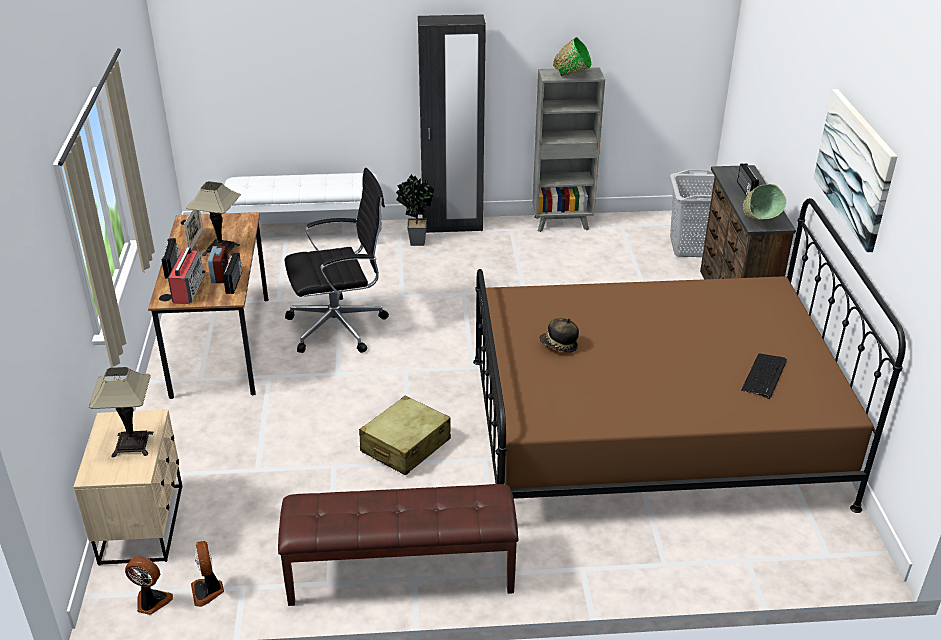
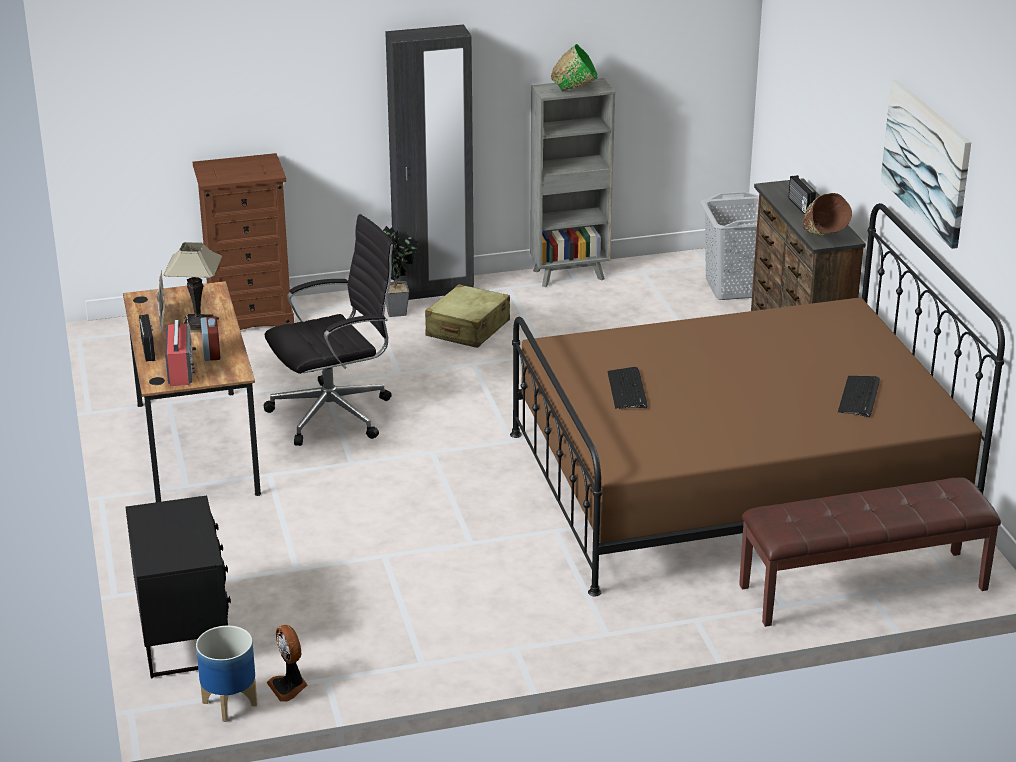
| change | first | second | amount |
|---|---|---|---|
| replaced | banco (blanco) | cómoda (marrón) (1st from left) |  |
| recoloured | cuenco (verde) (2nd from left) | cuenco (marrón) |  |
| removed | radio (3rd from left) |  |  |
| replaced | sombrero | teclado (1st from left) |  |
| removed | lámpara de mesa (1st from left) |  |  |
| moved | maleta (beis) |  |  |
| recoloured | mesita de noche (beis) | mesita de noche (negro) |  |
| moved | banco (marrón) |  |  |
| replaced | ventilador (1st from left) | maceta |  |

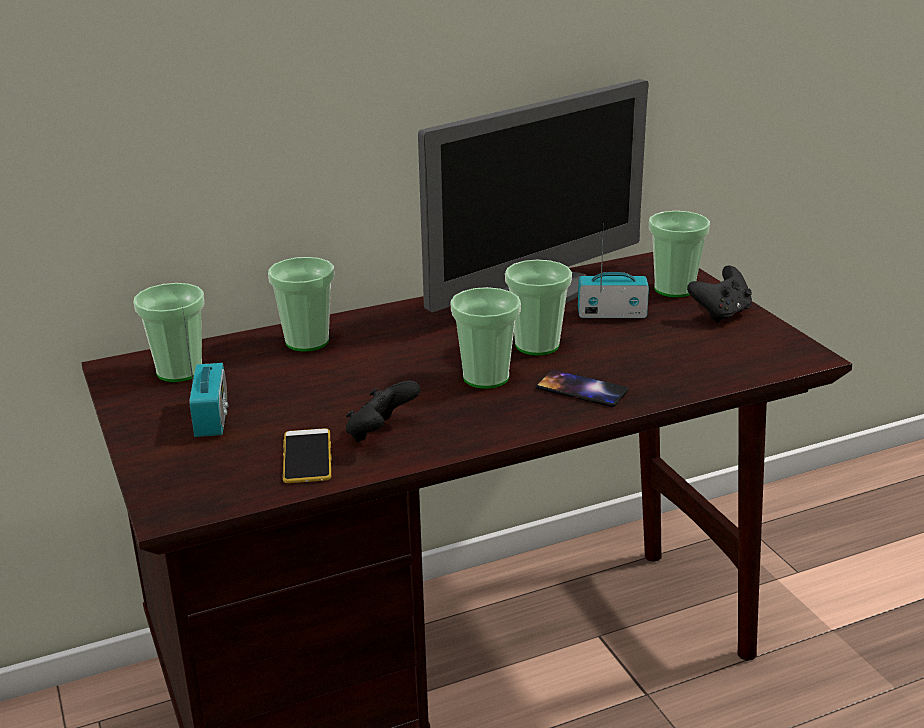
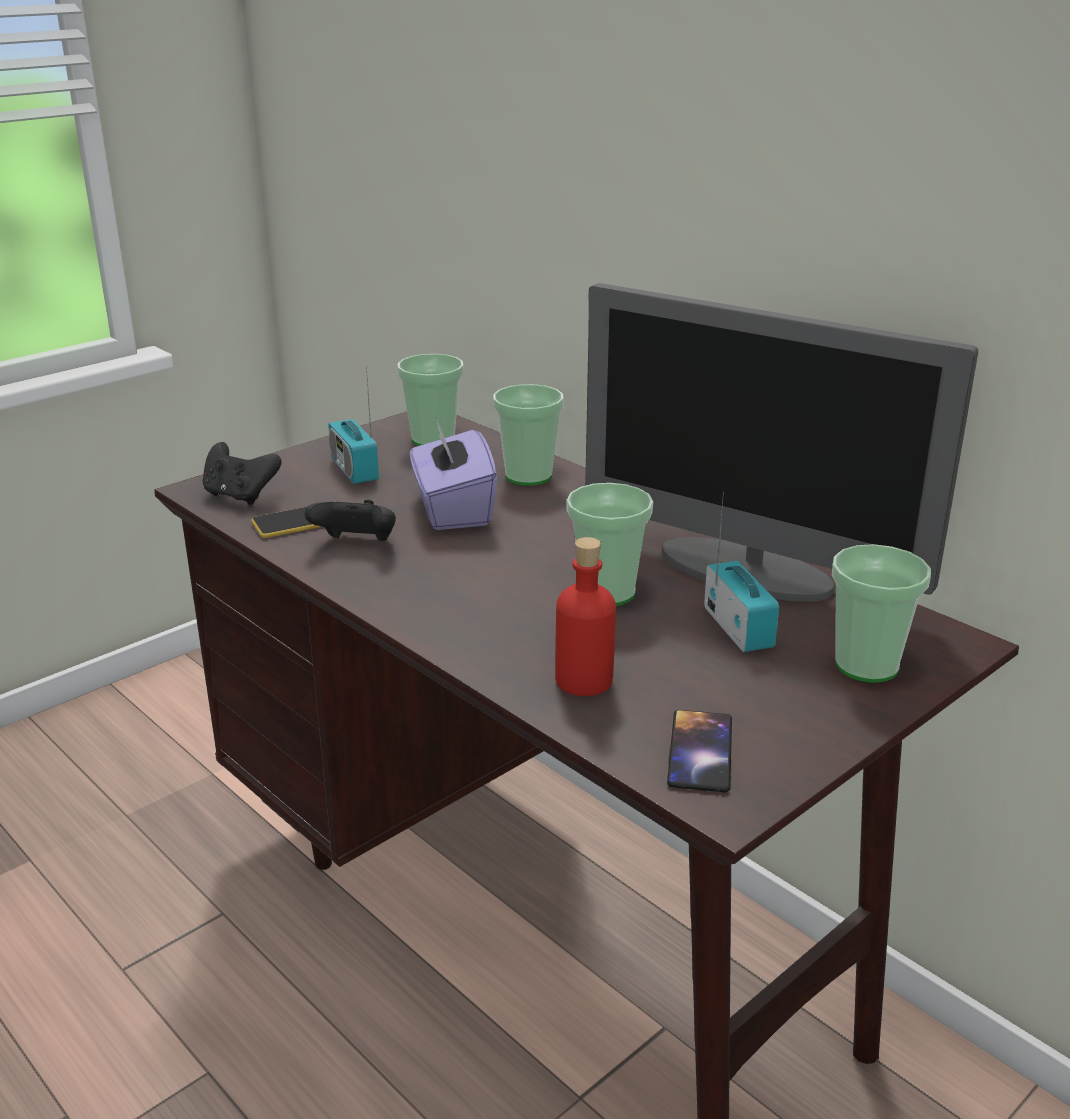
| change | first | second | amount |
|---|---|---|---|
| moved | mando de consola (negro) (2nd from left in the first image) | mando de consola (negro) (1st from left) |  |
| removed | taza (3rd from left) |  |  |
| turned | radio (1st from left) |  | 90 degrees clockwise |
| moved | móvil (2nd from left) |  |  |
| added |  | caja de pañuelos (morado) |  |
| added |  | botella (rojo) |  |

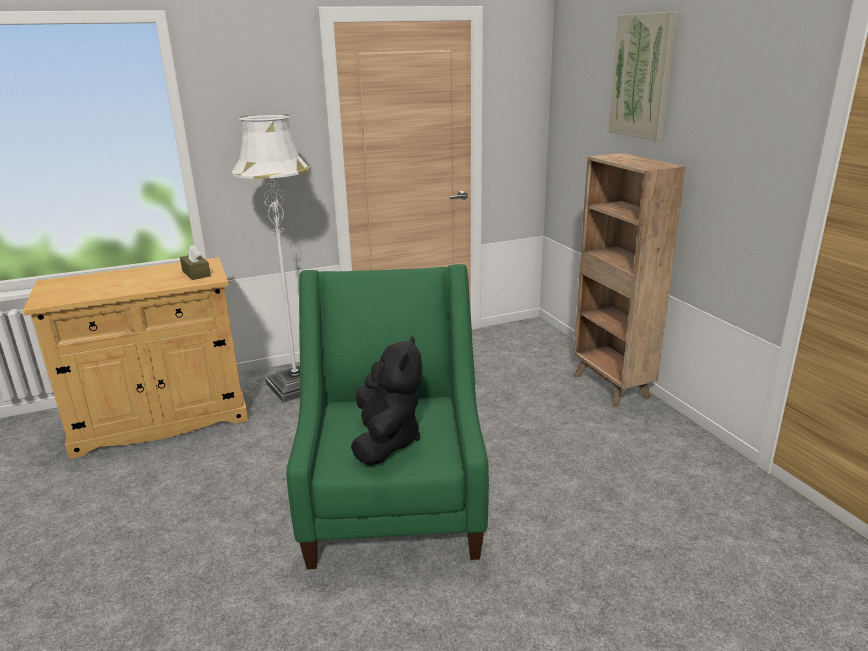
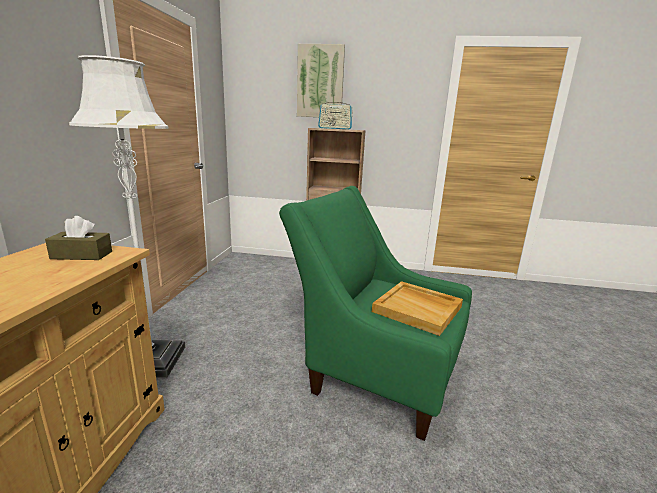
| change | first | second | amount |
|---|---|---|---|
| replaced | peluche (negro) | bandeja (beis) |  |
| added |  | radio |  |

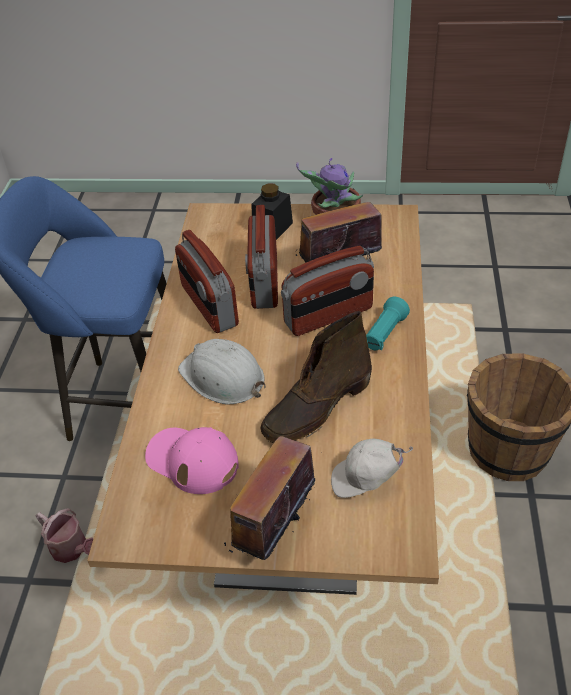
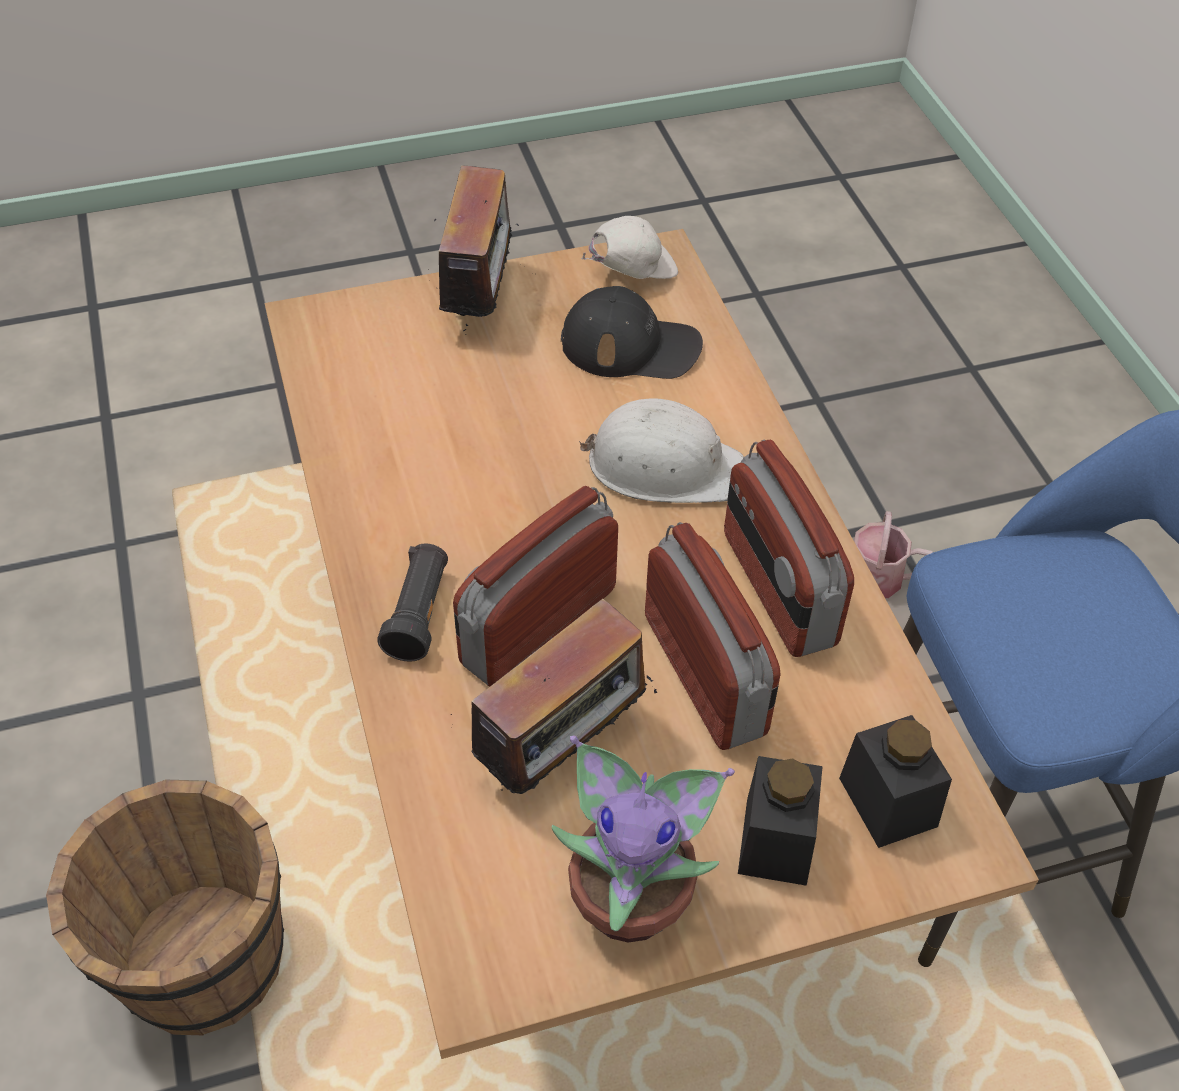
| change | first | second | amount |
|---|---|---|---|
| turned | radio (1st from left in the first image) | radio (5th from left) | 150 degrees counterclockwise |
| recoloured | linterna (turquesa) | linterna (negro) |  |
| removed | bota (marrón) |  |  |
| recoloured | gorra (rosa) | gorra (negro) |  |
| moved | gorra (blanco) |  |  |
| added |  | tarro (negro) (2nd from left) |  |

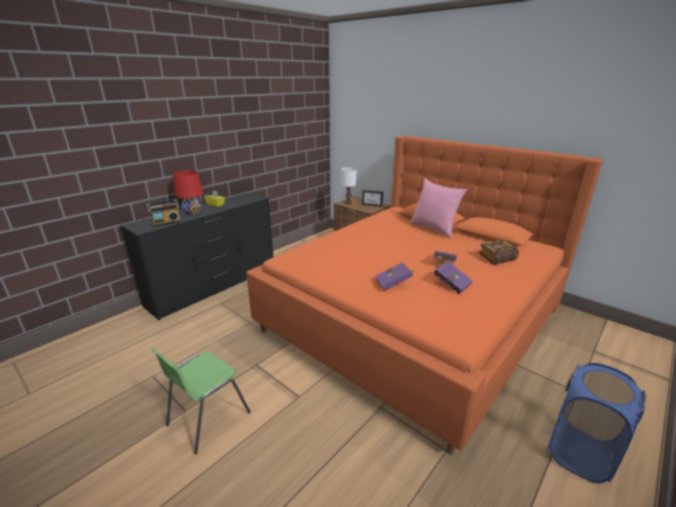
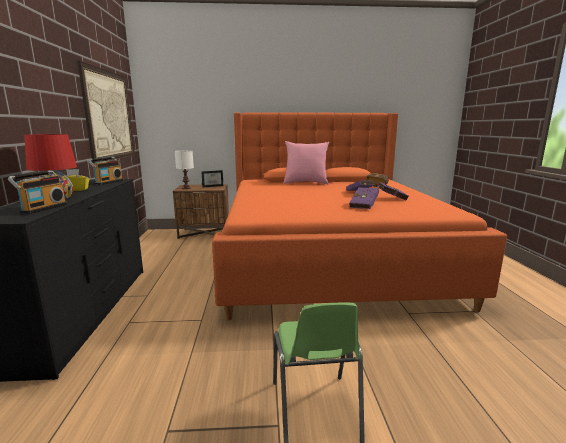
| change | first | second | amount |
|---|---|---|---|
| removed | cesto de la ropa (azul) |  |  |
| added |  | cuadro |  |
| added |  | radio (2nd from left) |  |

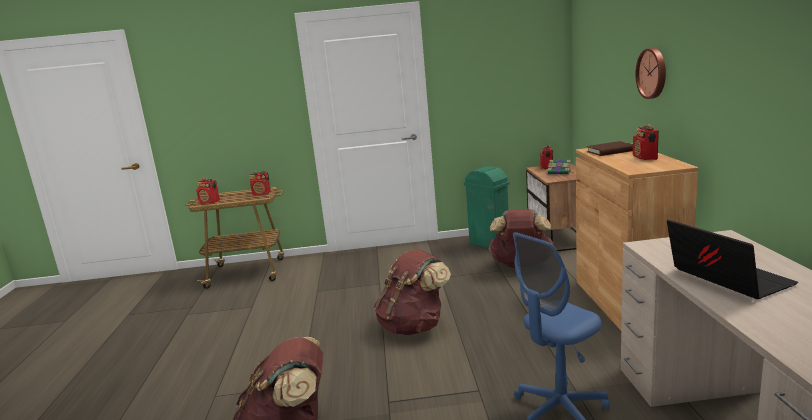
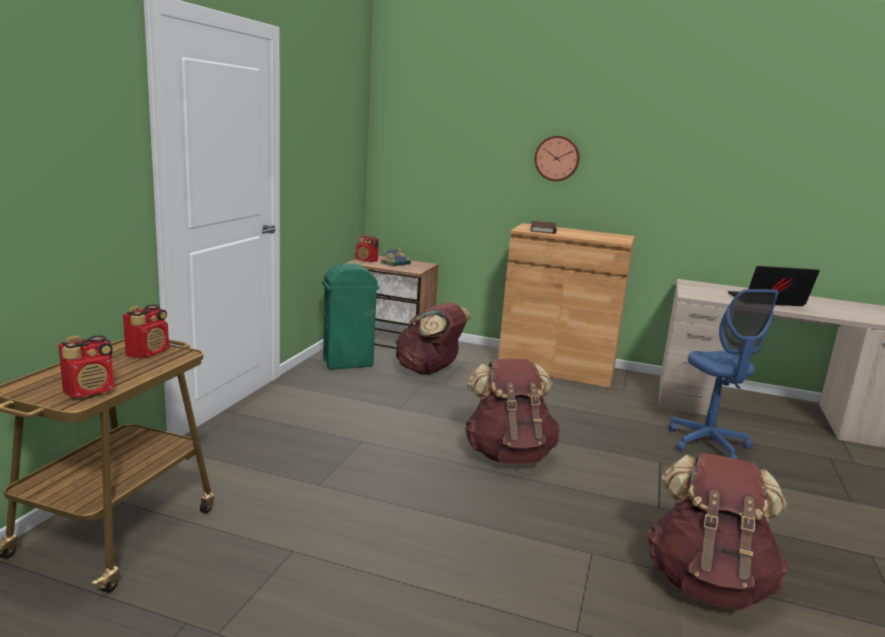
| change | first | second | amount |
|---|---|---|---|
| removed | radio (4th from left) |  |  |

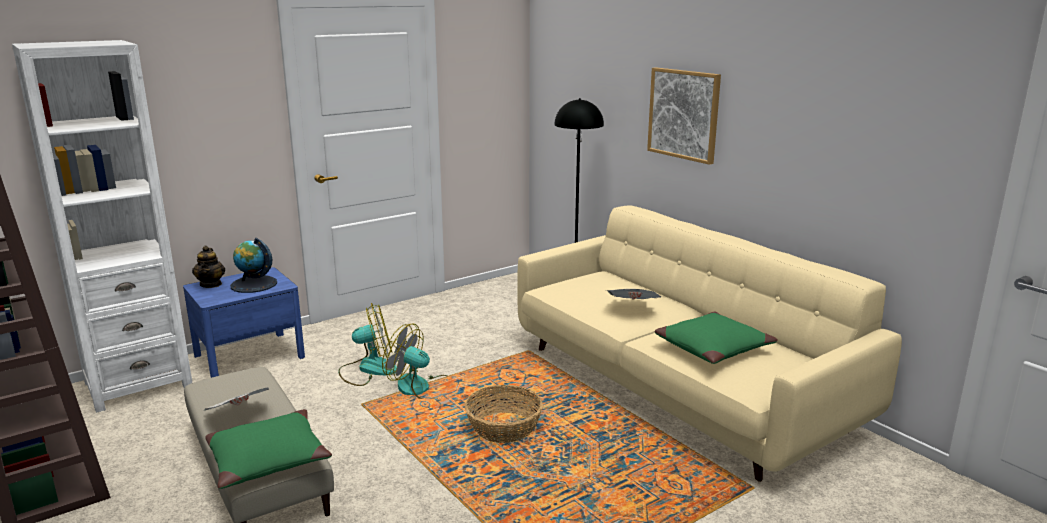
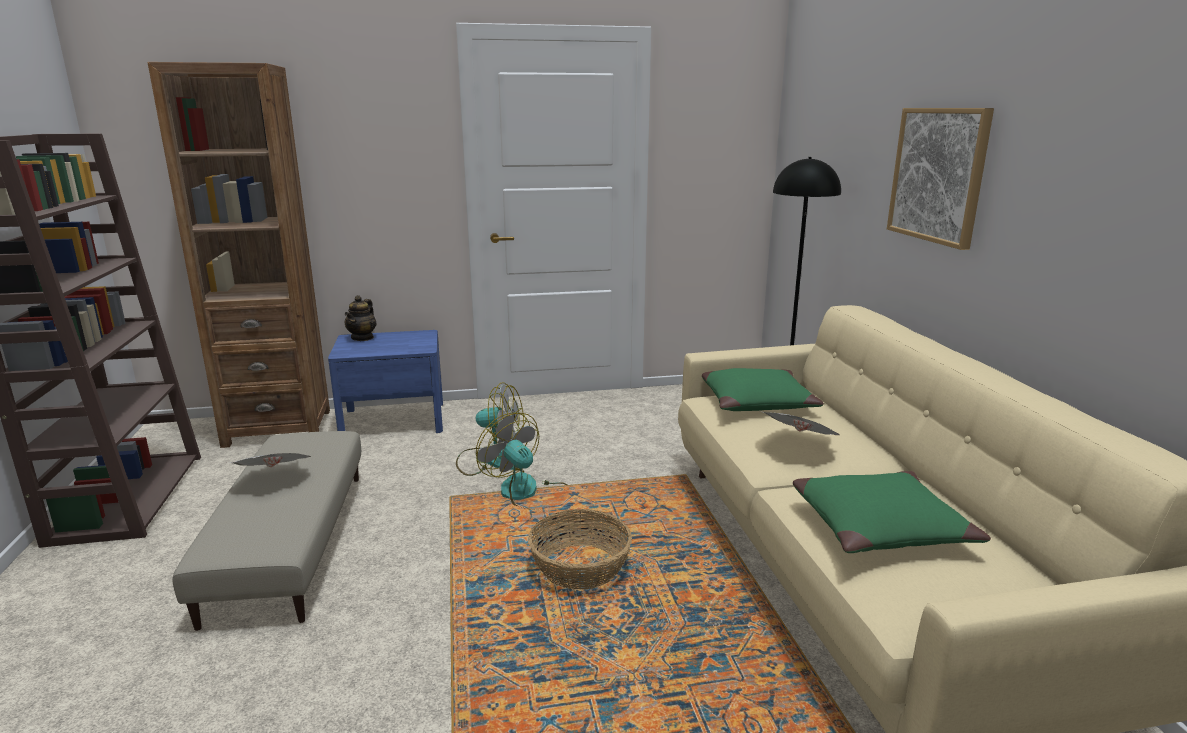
| change | first | second | amount |
|---|---|---|---|
| recoloured | estantería (blanco) | estantería (marrón) (2nd from left) |  |
| removed | globo terráqueo |  |  |
| moved | cojín (verde) (1st from left) |  |  |

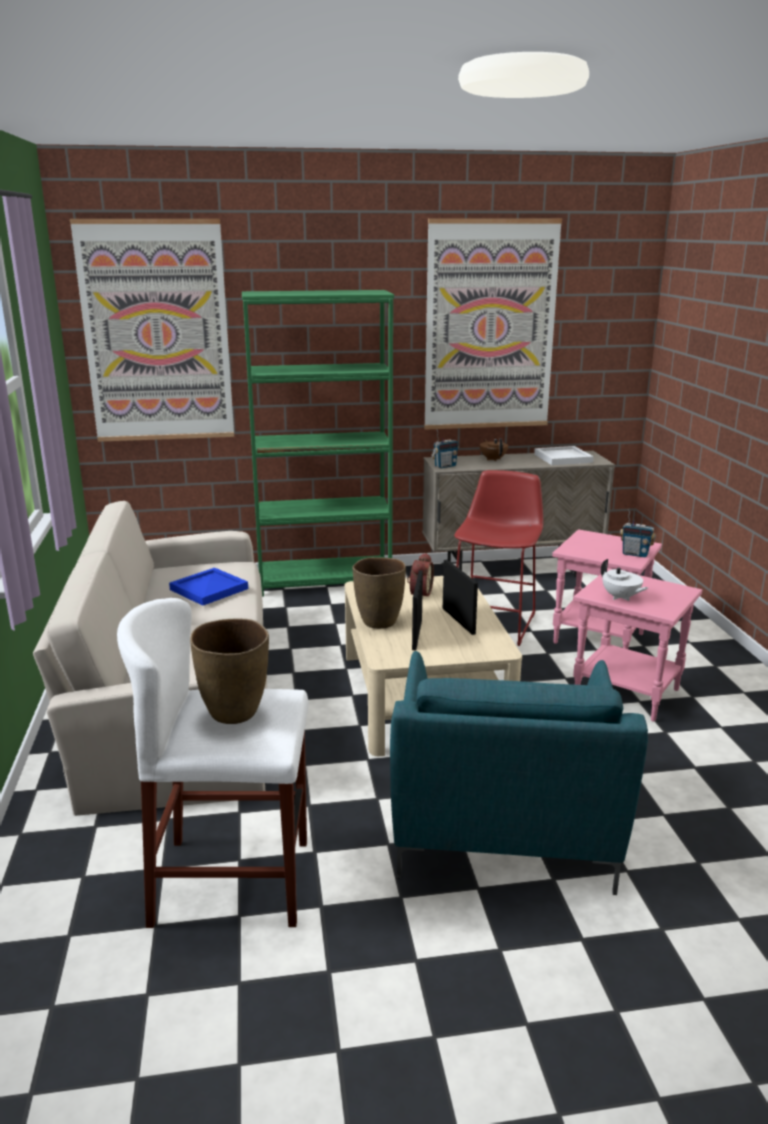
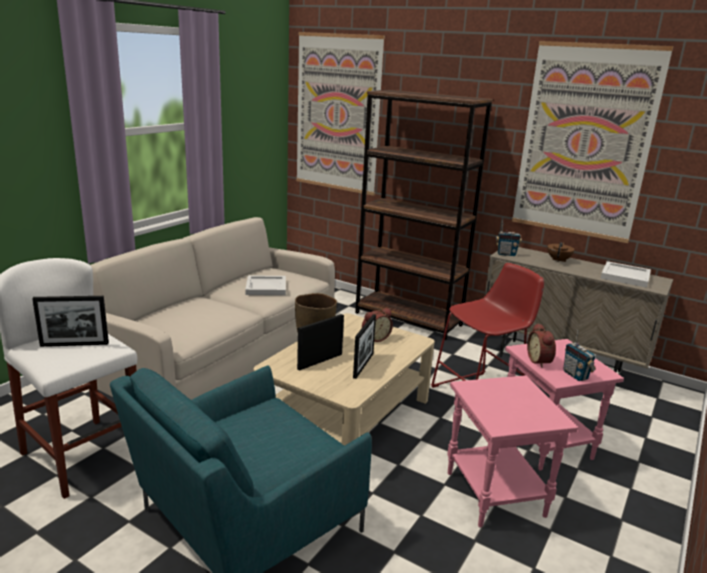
| change | first | second | amount |
|---|---|---|---|
| recoloured | estantería (verde) | estantería (marrón) |  |
| removed | tetera (blanco) |  |  |
| recoloured | bandeja (azul) | bandeja (blanco) (1st from left) |  |
| replaced | florero (marrón) (1st from left) | portarretratos (1st from left) |  |
| added |  | despertador (2nd from left) |  |

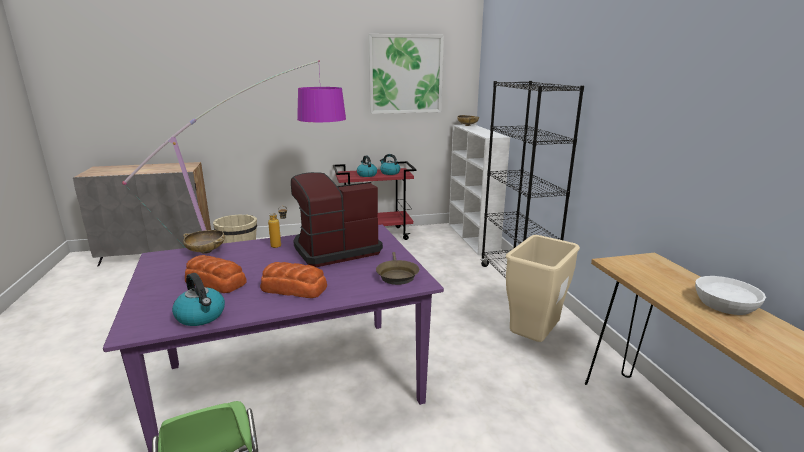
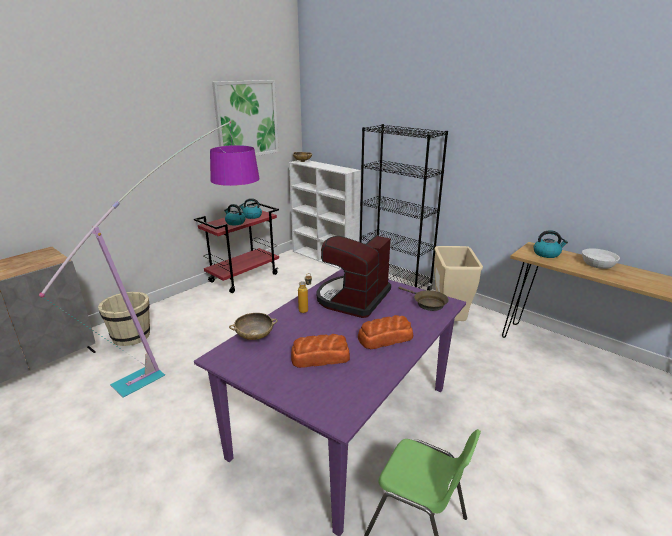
| change | first | second | amount |
|---|---|---|---|
| moved | hervidor (1st from left in the first image) | hervidor (3rd from left) |  |

